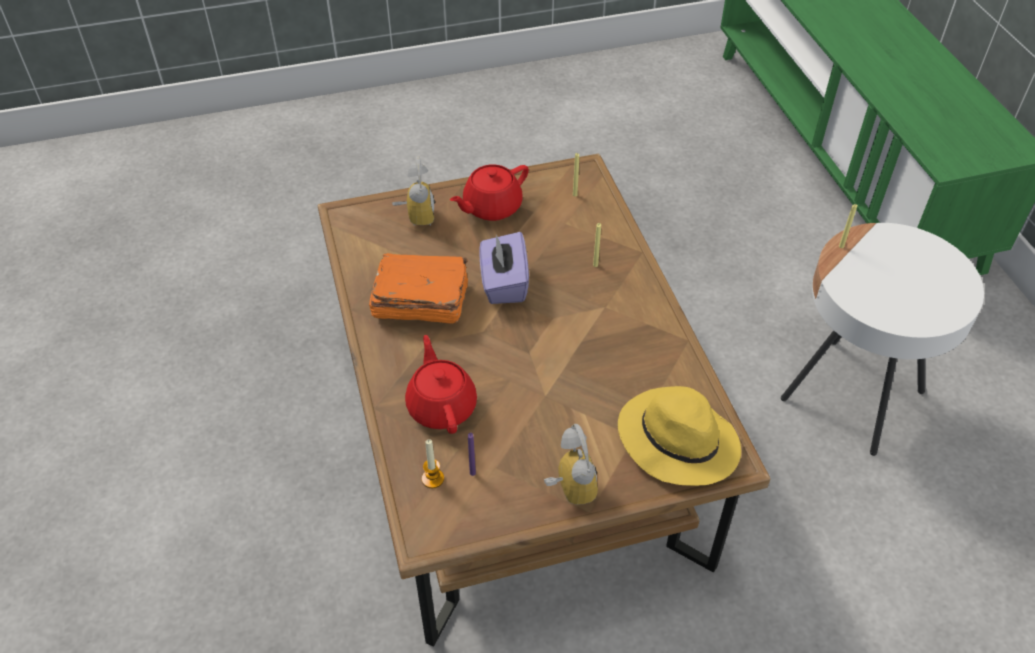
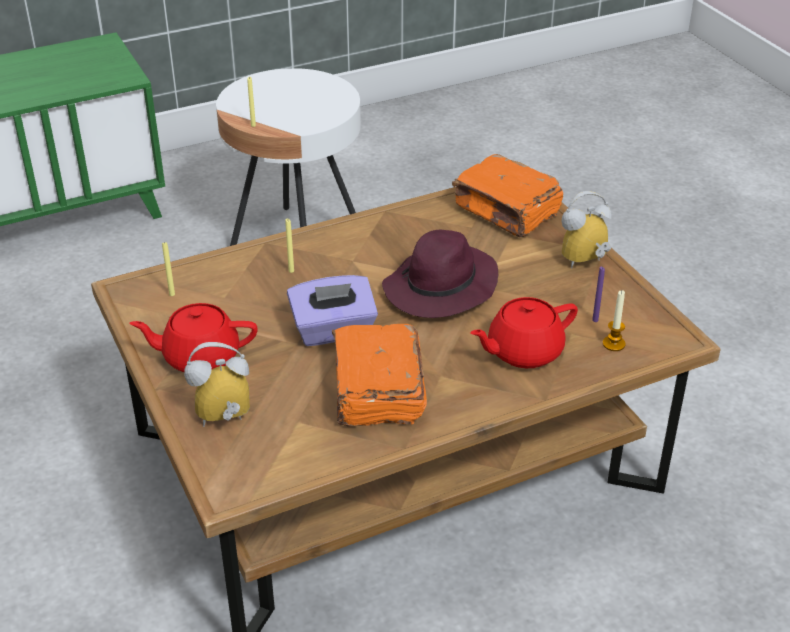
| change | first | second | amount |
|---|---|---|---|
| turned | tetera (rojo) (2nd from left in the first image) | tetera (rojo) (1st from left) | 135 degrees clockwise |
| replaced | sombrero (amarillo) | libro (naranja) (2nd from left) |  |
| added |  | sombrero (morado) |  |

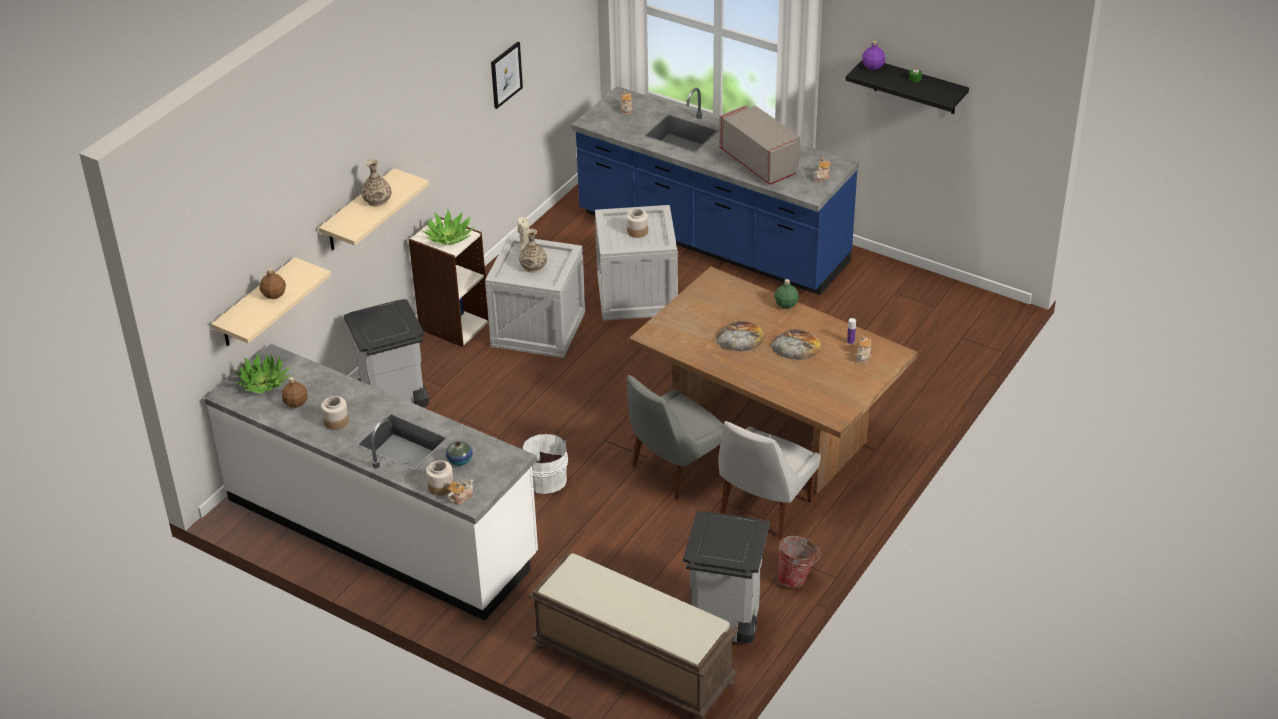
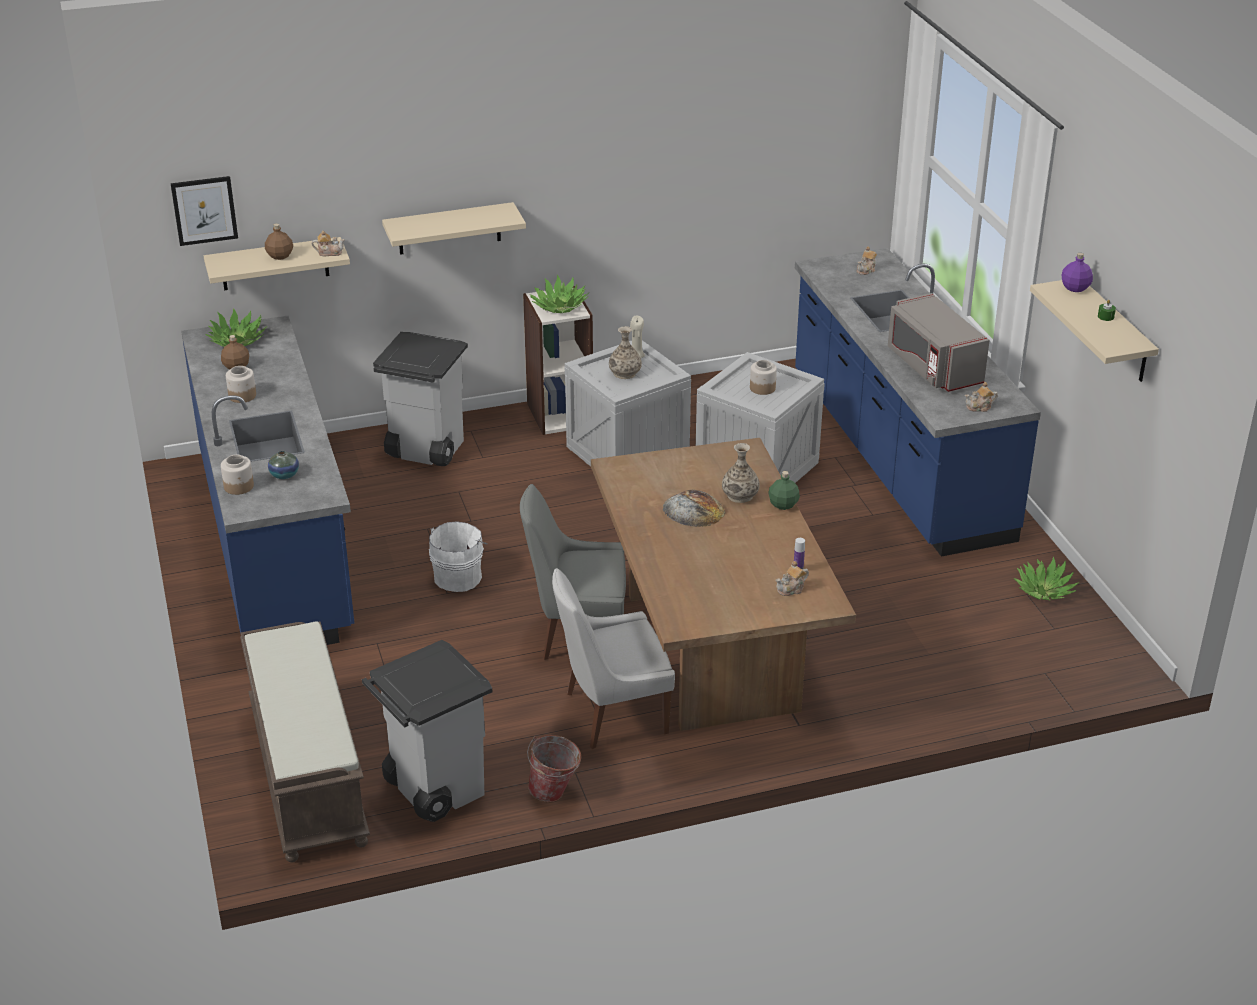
| change | first | second | amount |
|---|---|---|---|
| moved | cuadro |  |  |
| recoloured | estante (negro) | estante (beis) (3rd from left) |  |
| turned | microondas (gris) |  | 150 degrees clockwise |
| moved | florero (1st from left in the first image) | florero (3rd from left) |  |
| removed | pan (2nd from left) |  |  |
| recoloured | mueble bajo de cocina (blanco) | mueble bajo de cocina (azul) (1st from left) |  |
| moved | tetera (1st from left) |  |  |
| added |  | planta en maceta (3rd from left) |  |

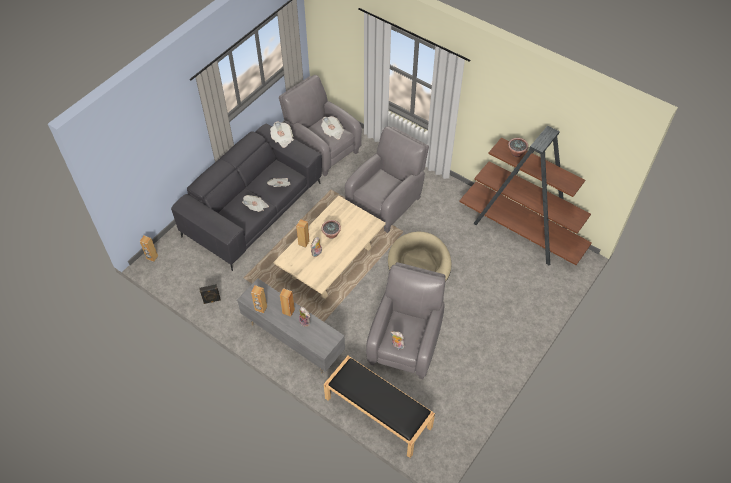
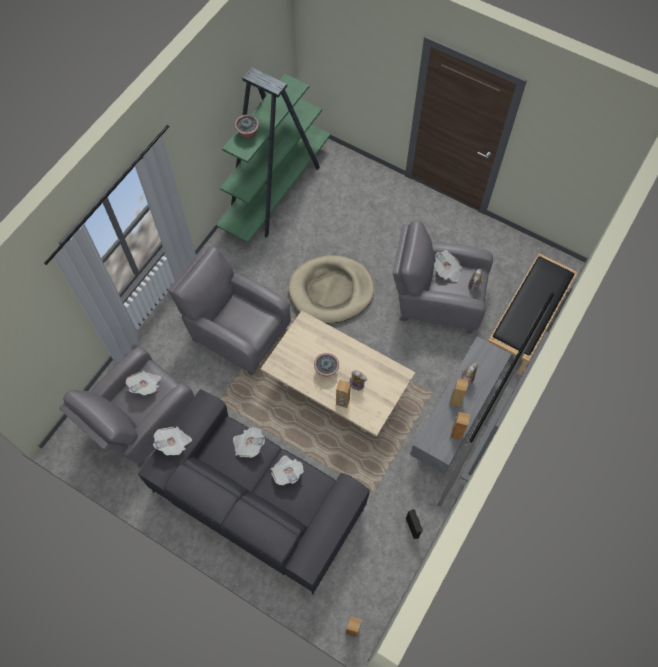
| change | first | second | amount |
|---|---|---|---|
| recoloured | estantería (marrón) | estantería (verde) |  |
| added |  | periódico (5th from left) |  |

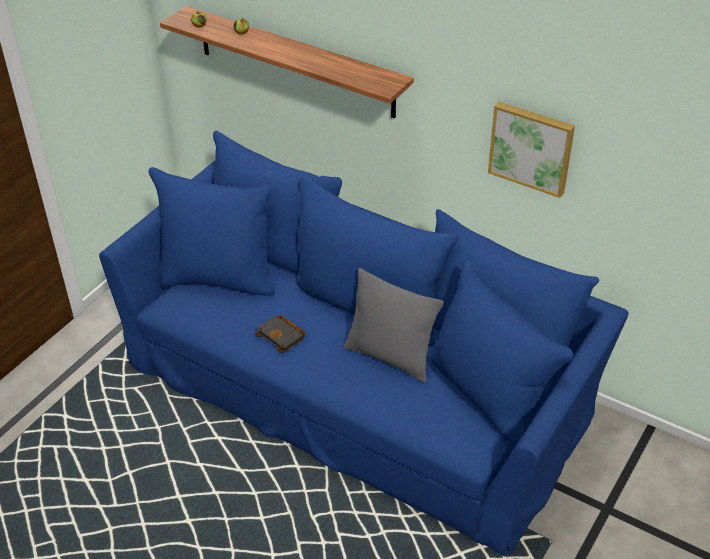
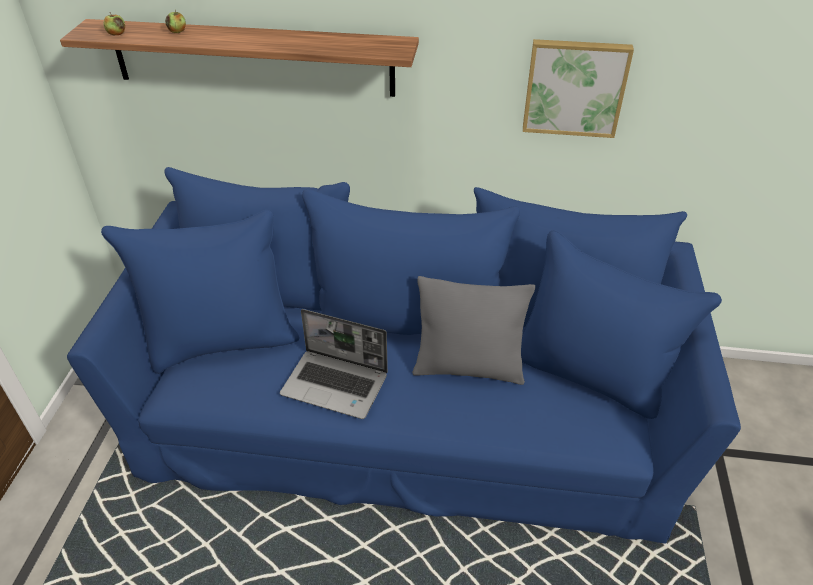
| change | first | second | amount |
|---|---|---|---|
| replaced | libro (negro) | portátil |  |

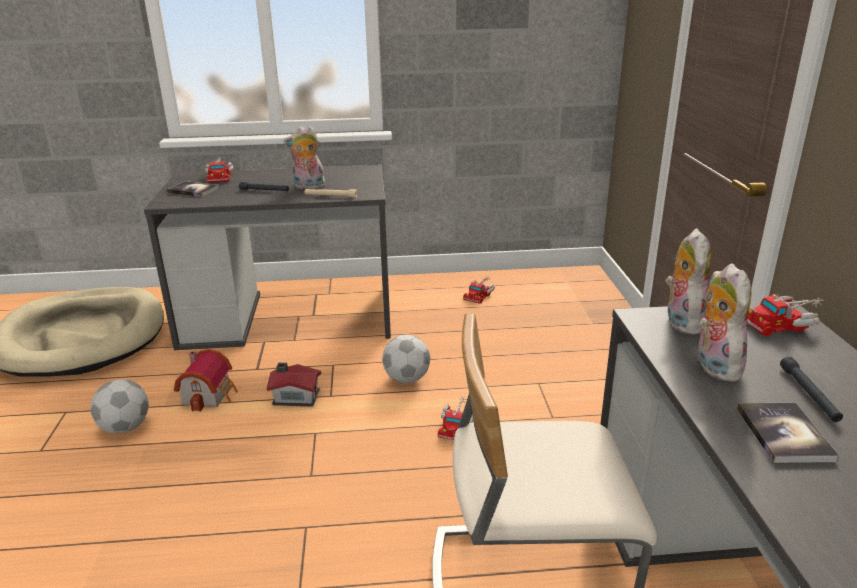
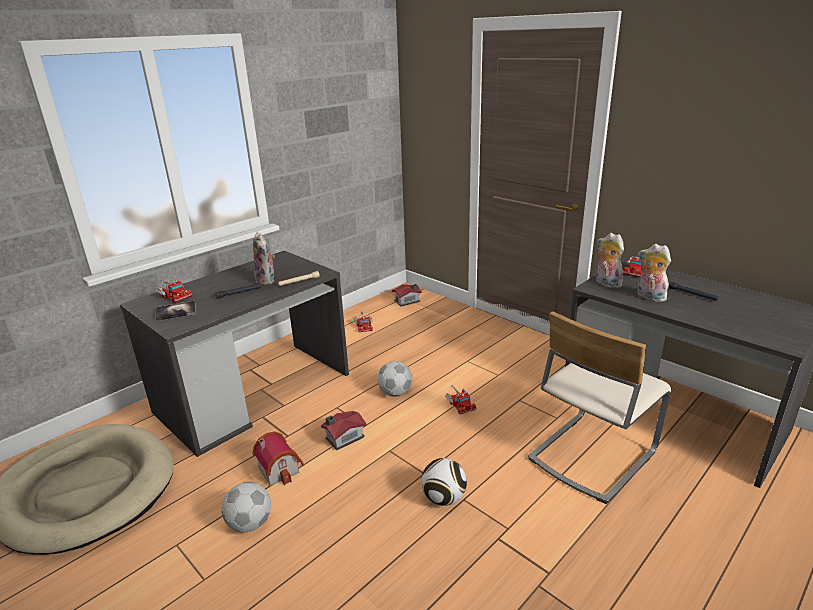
| change | first | second | amount |
|---|---|---|---|
| turned | peluche (1st from left) |  | 75 degrees counterclockwise |
| removed | libro (2nd from left) |  |  |
| added |  | casita (3rd from left) |  |
| added |  | balón de fútbol (3rd from left) |  |

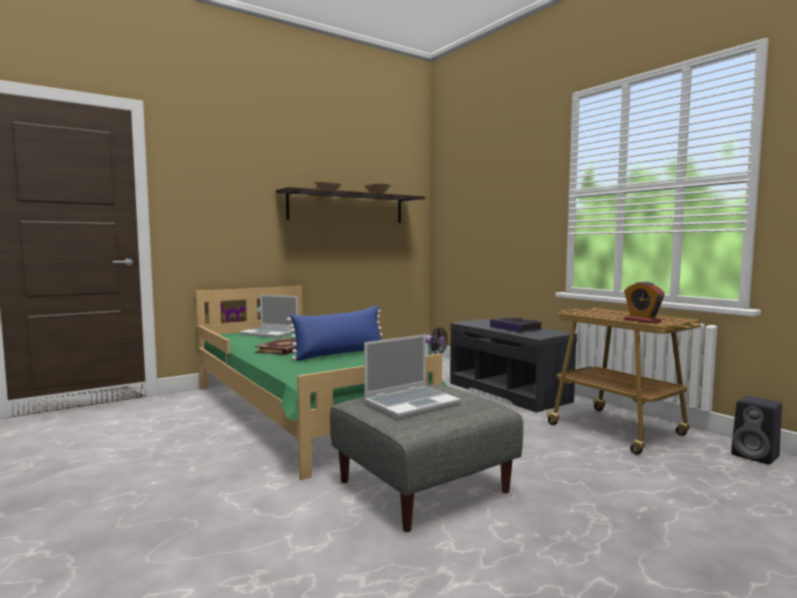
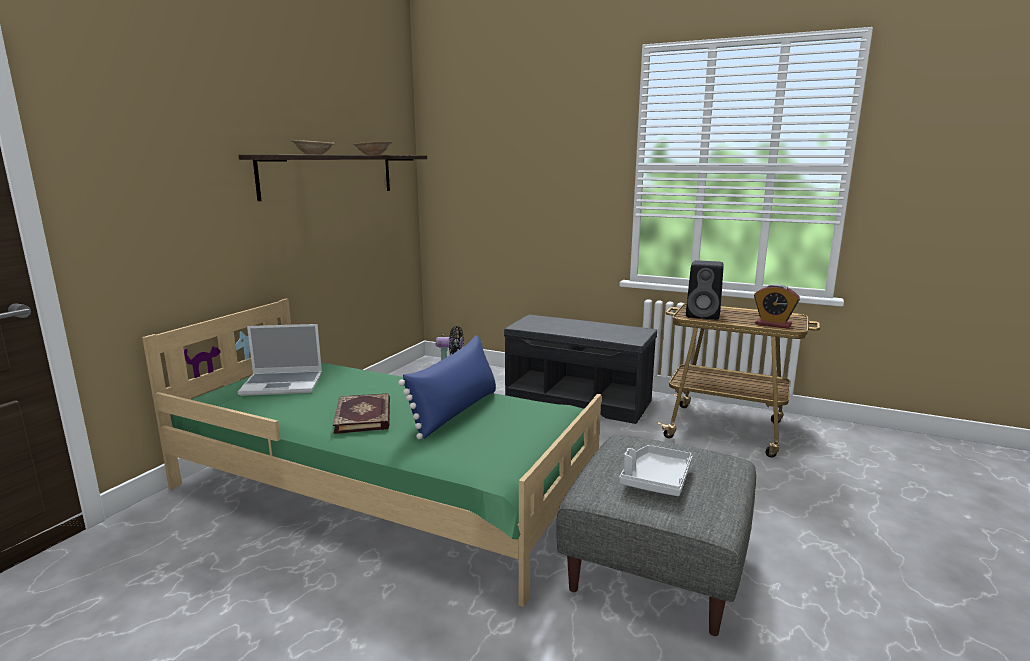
| change | first | second | amount |
|---|---|---|---|
| removed | libro (2nd from left) |  |  |
| replaced | portátil (2nd from left) | bandeja (gris) |  |
| moved | altavoz (negro) |  |  |

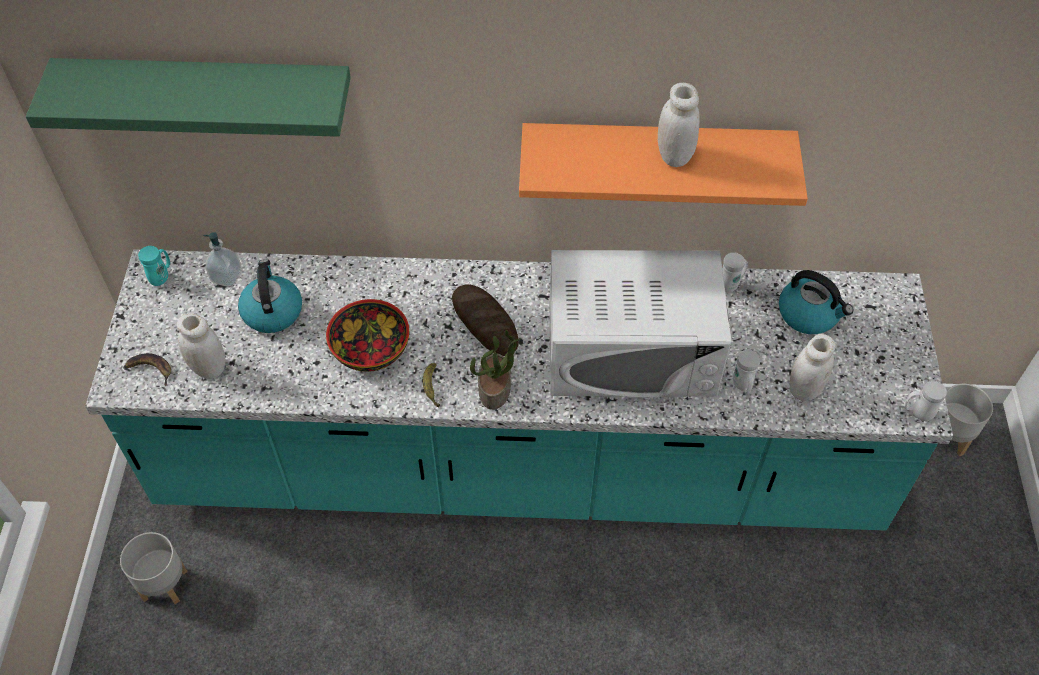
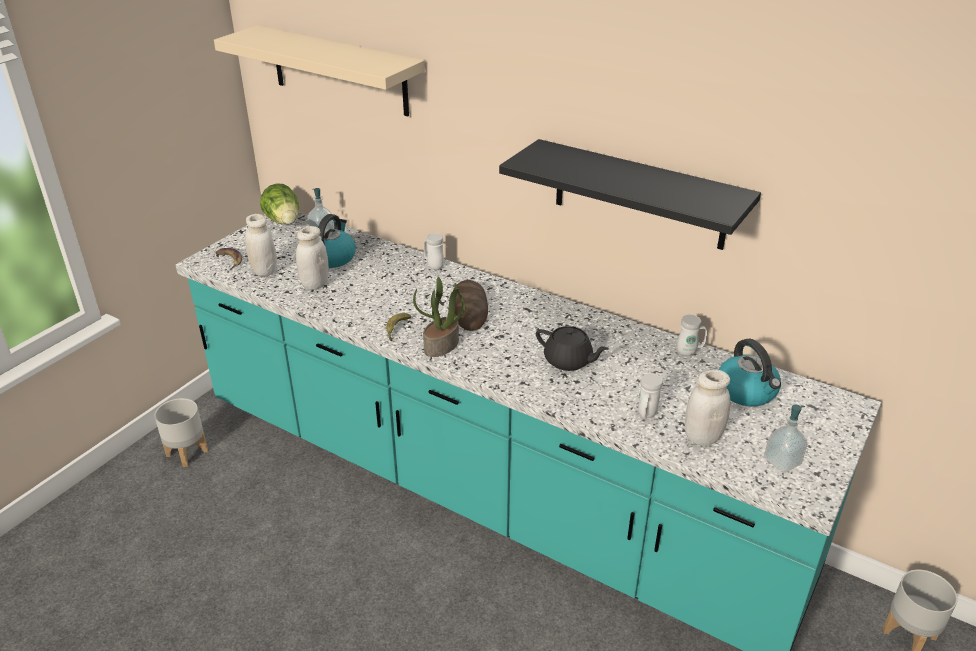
| change | first | second | amount |
|---|---|---|---|
| recoloured | estante (verde) | estante (beis) |  |
| moved | tarro (blanco) (2nd from left) |  |  |
| recoloured | estante (naranja) | estante (negro) |  |
| replaced | taza grande (turquesa) | lechuga |  |
| replaced | microondas (blanco) | tetera (negro) |  |
| removed | cuenco |  |  |
| moved | taza grande (blanco) (3rd from left in the first image) | taza grande (blanco) (1st from left) |  |
| added |  | dispensador de jabón (2nd from left) |  |

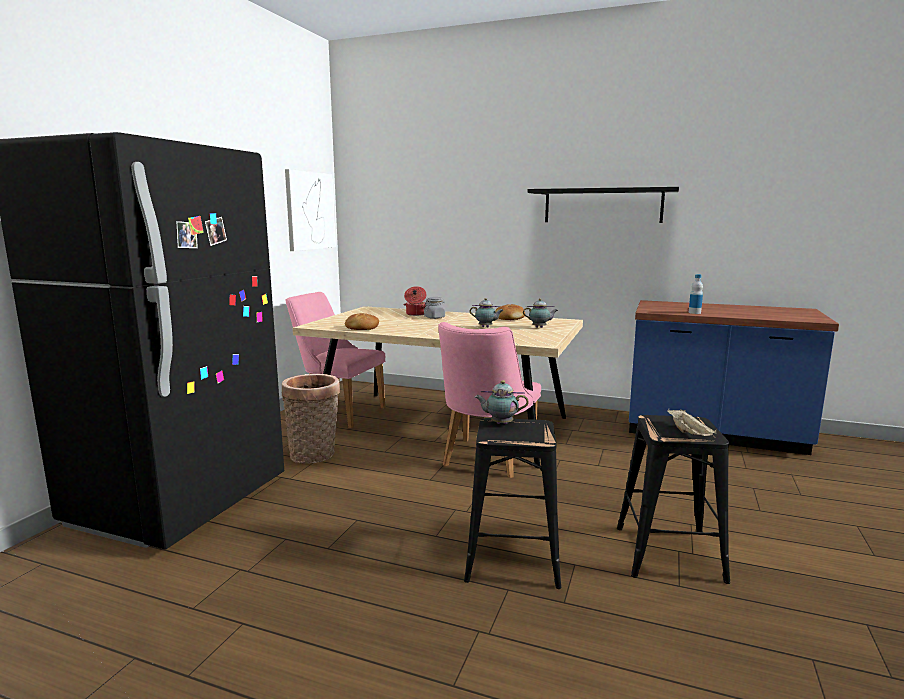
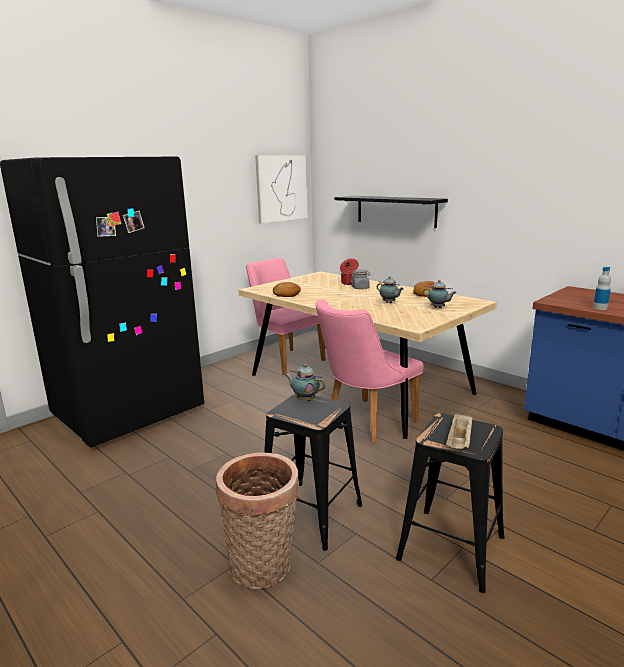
| change | first | second | amount |
|---|---|---|---|
| moved | estante (negro) |  |  |
| moved | cesta |  |  |

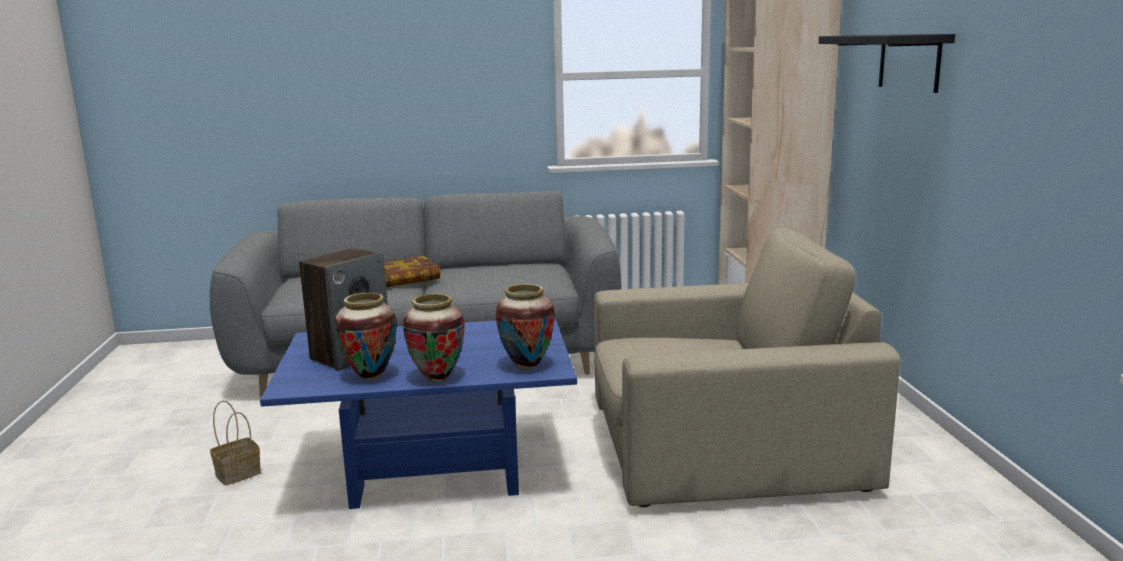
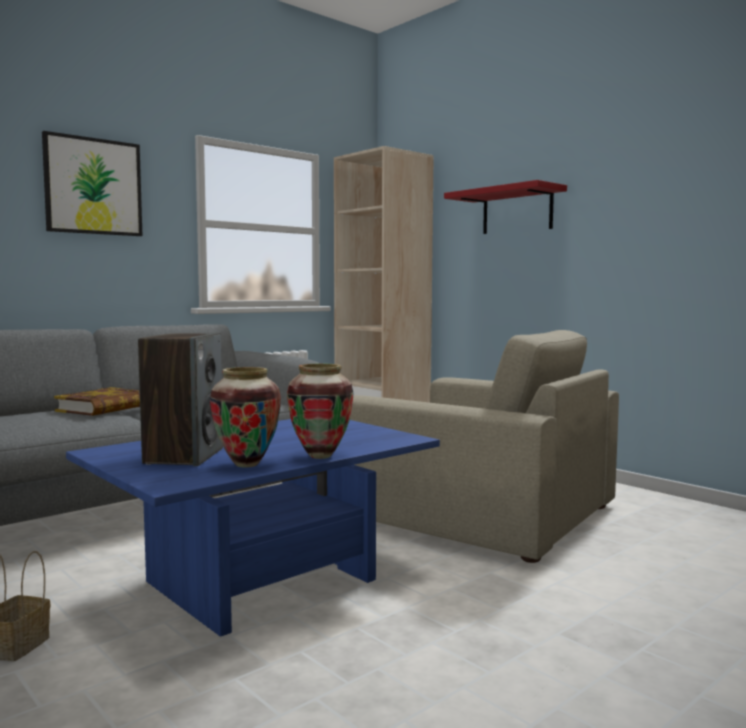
| change | first | second | amount |
|---|---|---|---|
| recoloured | estante (negro) | estante (rojo) |  |
| turned | sillón (beis) |  | 75 degrees clockwise |
| removed | florero (3rd from left) |  |  |
| added |  | cuadro |  |

